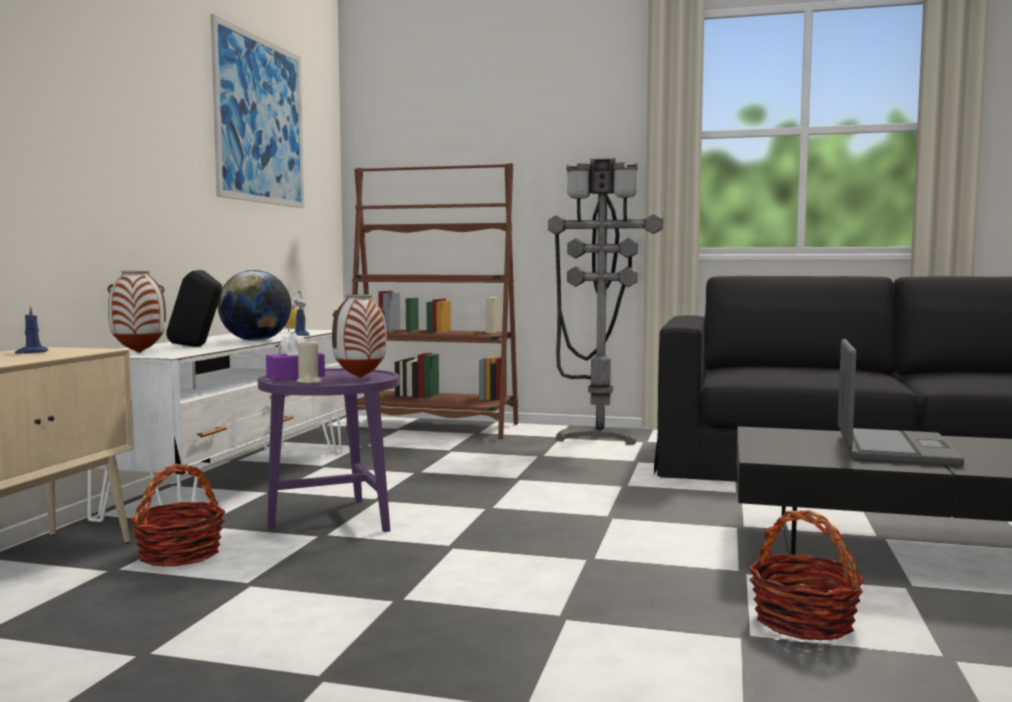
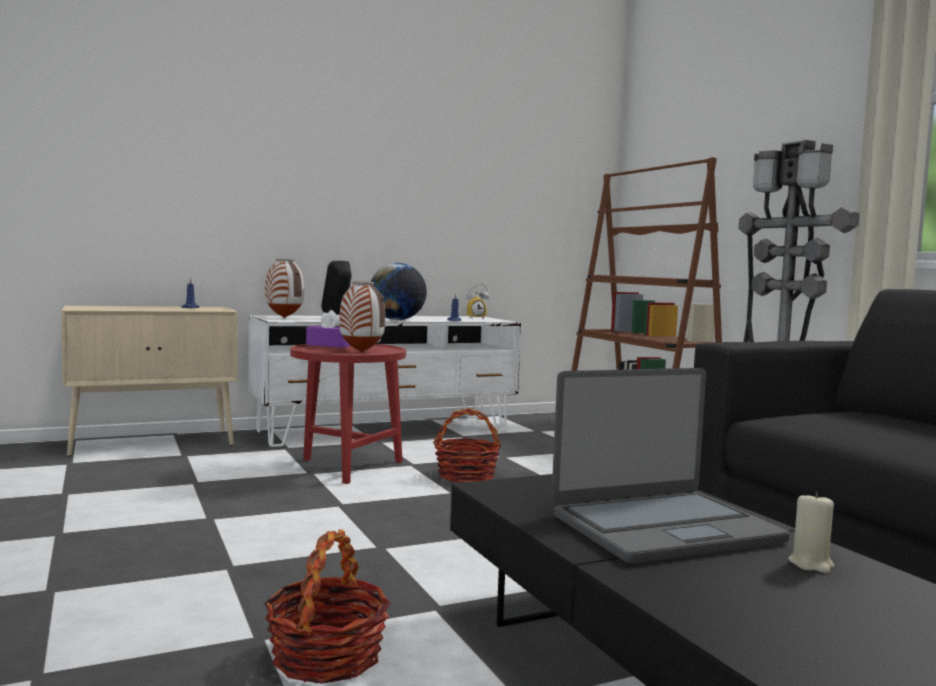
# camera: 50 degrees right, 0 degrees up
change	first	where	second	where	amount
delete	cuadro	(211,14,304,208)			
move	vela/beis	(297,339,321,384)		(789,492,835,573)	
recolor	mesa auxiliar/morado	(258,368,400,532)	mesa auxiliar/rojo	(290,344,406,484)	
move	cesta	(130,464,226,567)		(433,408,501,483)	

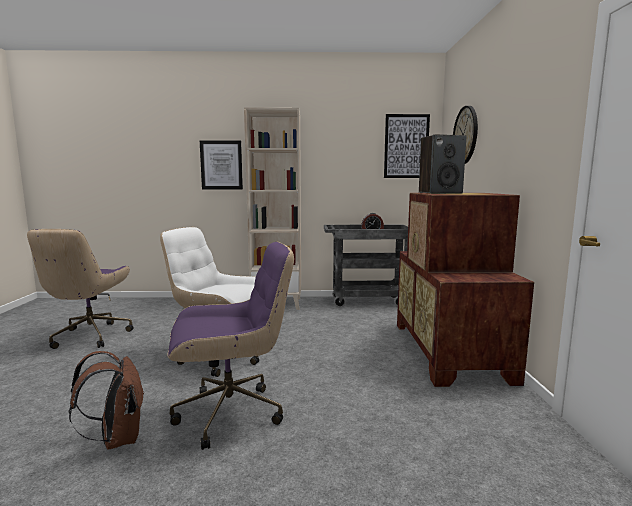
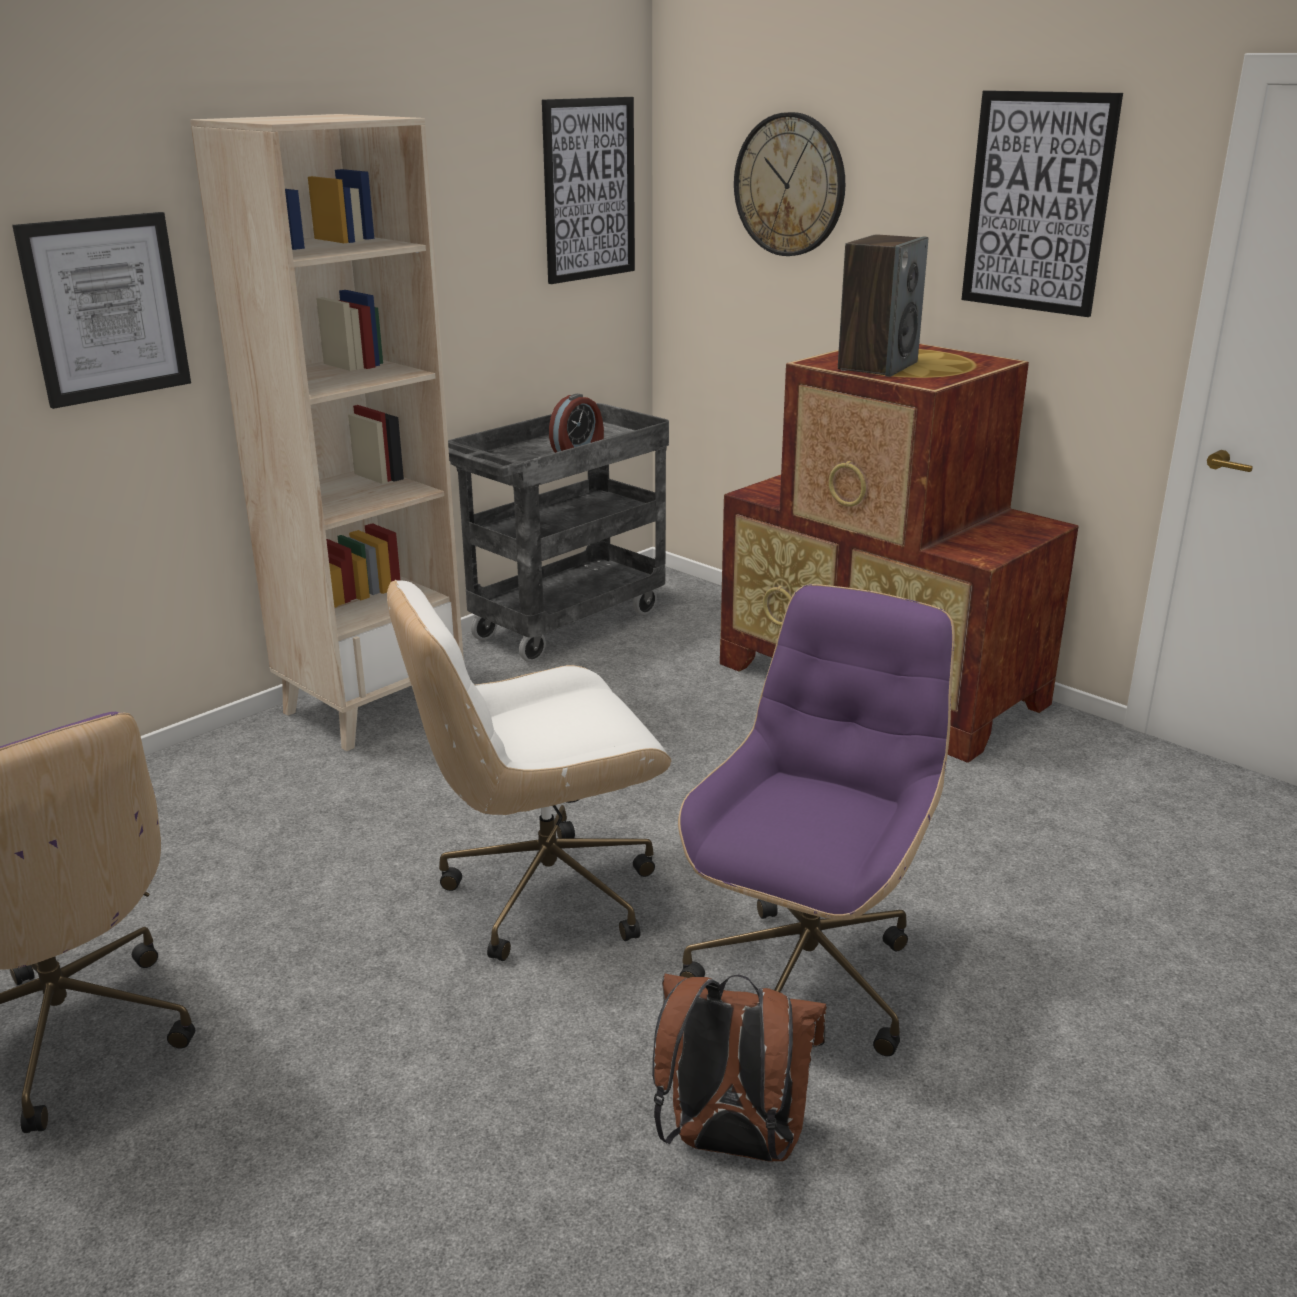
# camera: 45 degrees left, 15 degrees up
change	first	where	second	where	amount
insert			cuadro	(961,90,1123,317)	

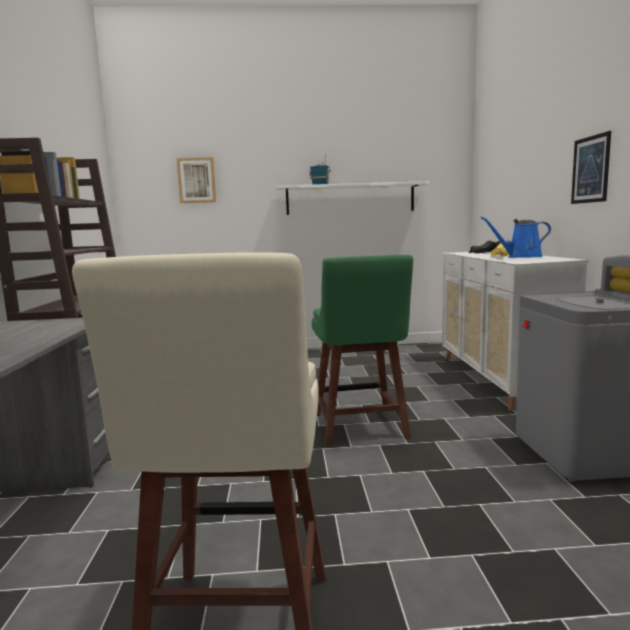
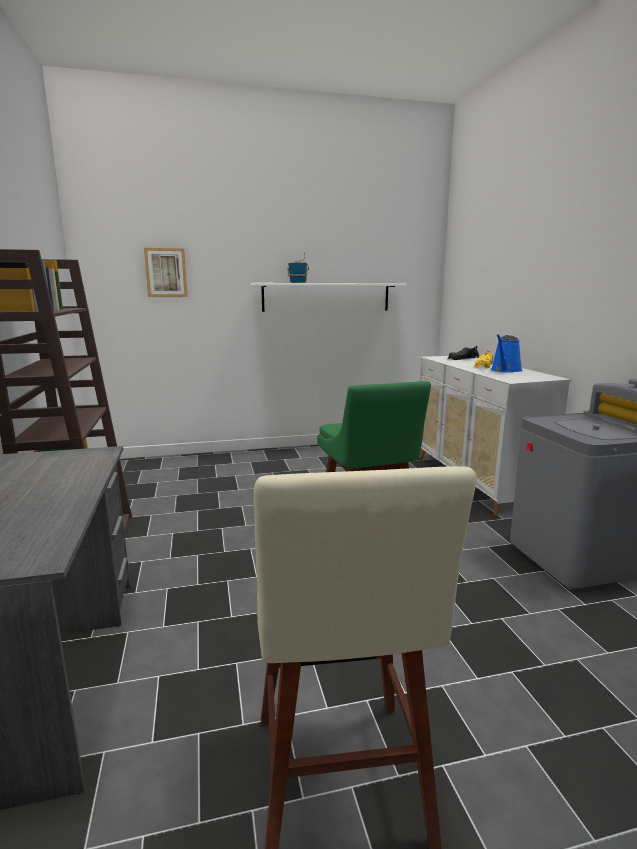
# camera: 10 degrees left, 5 degrees up
change	first	where	second	where	amount
delete	cuadro	(571,131,611,204)			
rotate	regadera/azul	(480,217,551,258)		(491,334,522,373)	45 degrees counterclockwise

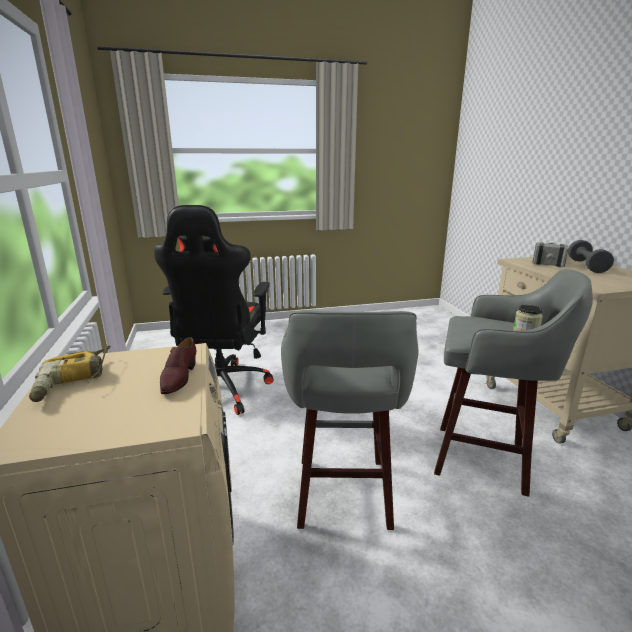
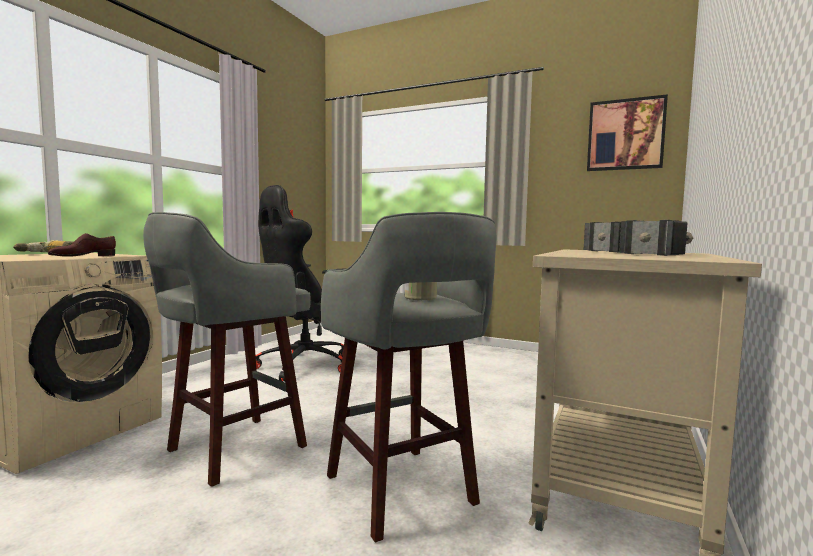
# camera: 40 degrees right, 15 degrees down
change	first	where	second	where	amount
replace	mancuerna/gris	(568,240,614,273)	martillo	(619,220,693,256)	
insert			cuadro	(587,94,668,171)	

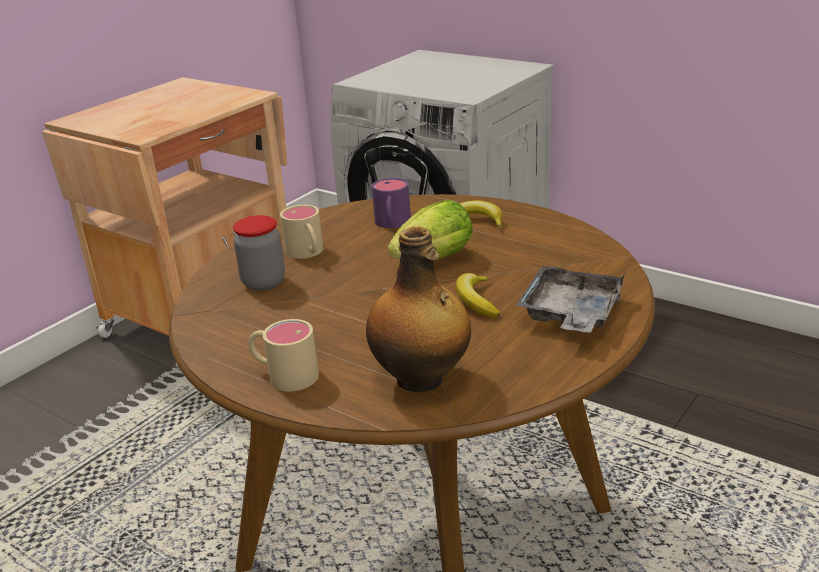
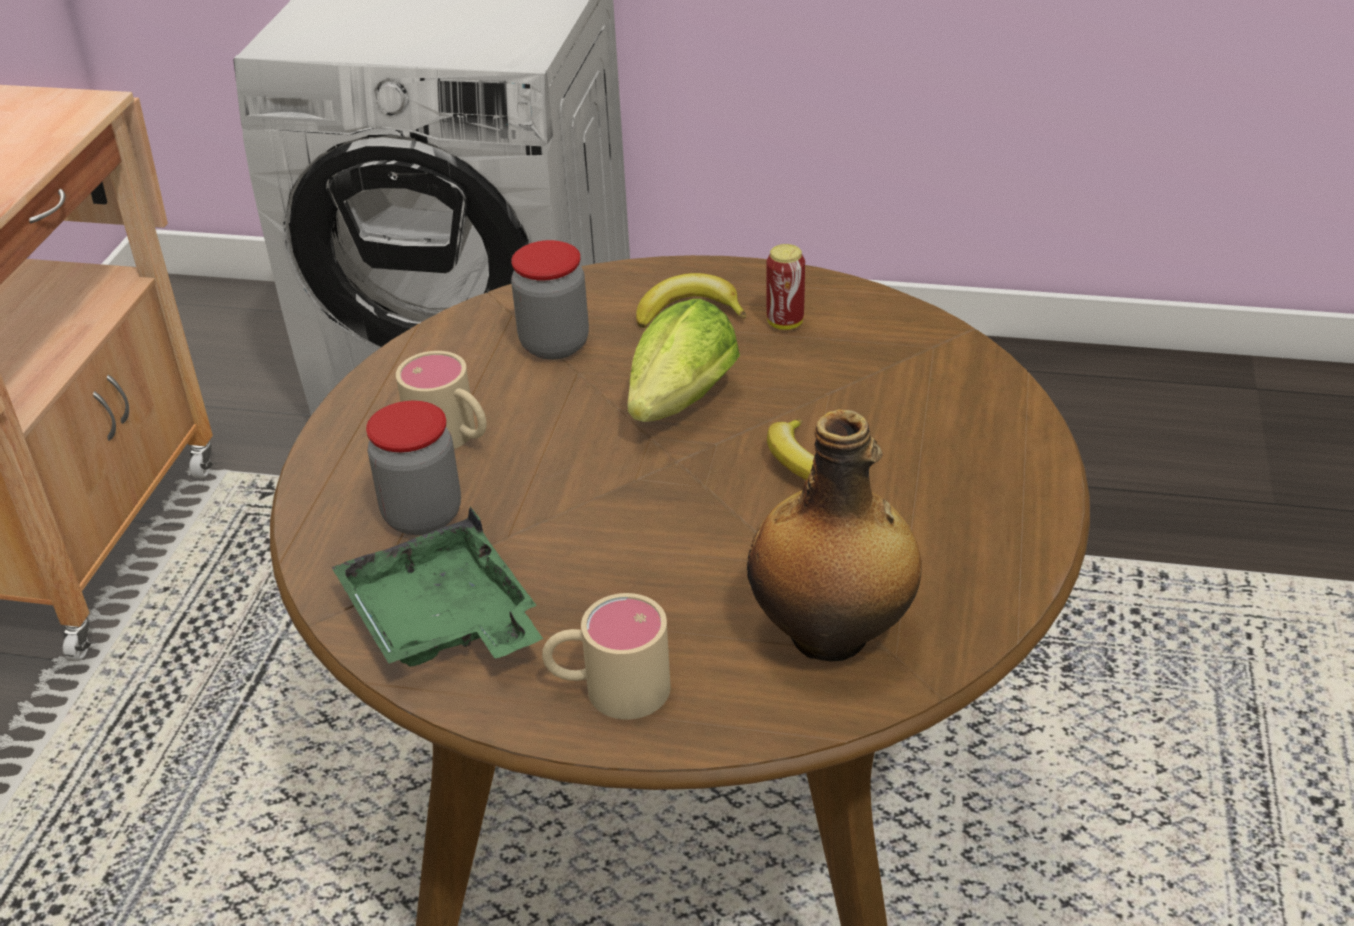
# camera: 25 degrees left, 10 degrees up
change	first	where	second	where	amount
replace	taza grande/morado	(372,178,411,228)	tarro	(511,240,589,360)	
delete	bandeja/gris	(516,266,625,333)			
insert			lata	(766,244,805,330)	
insert			bandeja/verde	(331,506,543,667)	

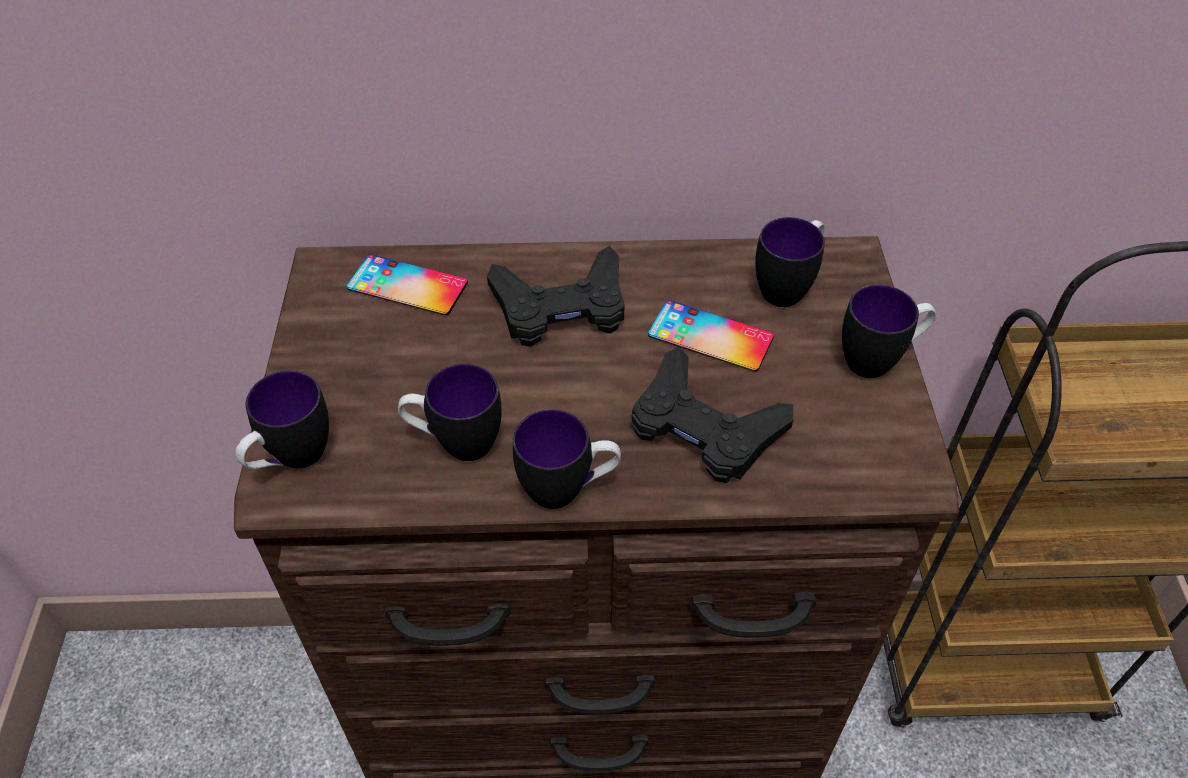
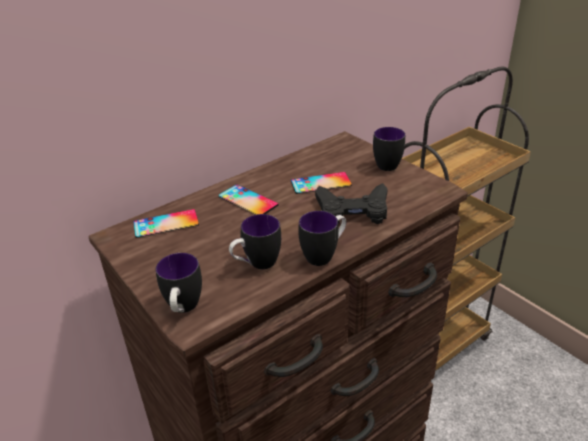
# camera: 35 degrees left, 15 degrees down
change	first	where	second	where	amount
delete	taza grande	(755,217,825,307)			
replace	mando de consola/negro	(487,246,625,346)	móvil	(218,184,279,215)	

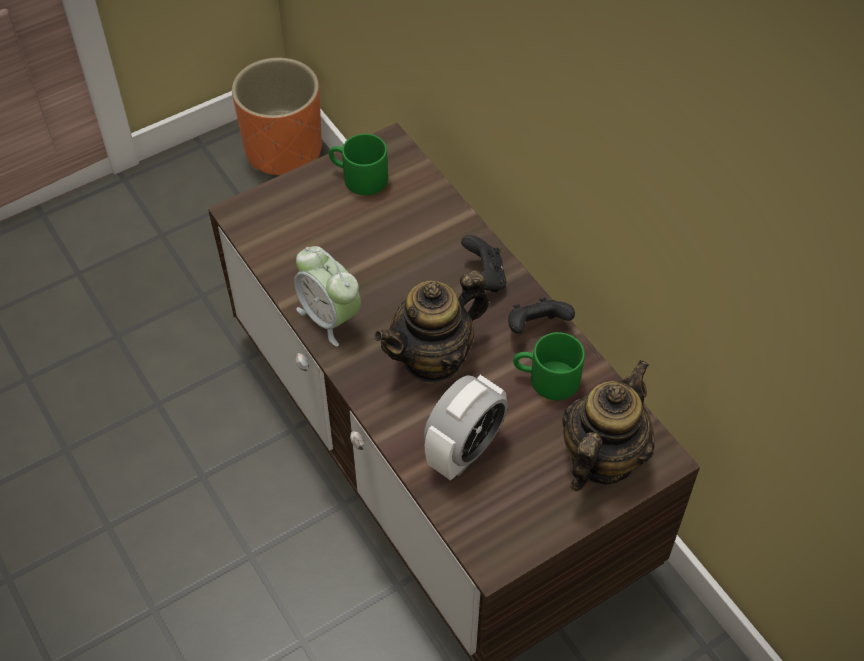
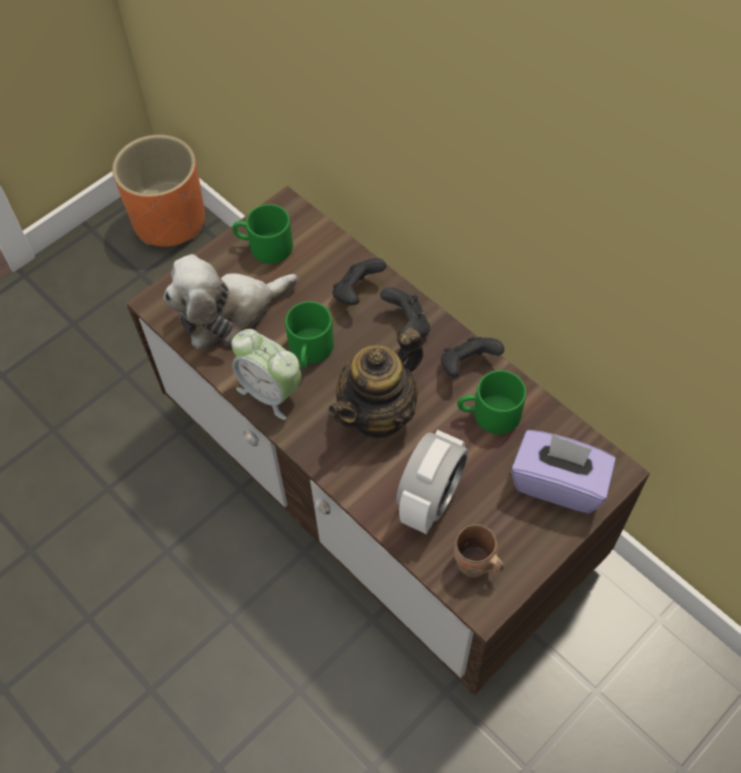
# camera: 10 degrees left, 5 degrees up
change	first	where	second	where	amount
replace	tetera	(562,360,655,491)	caja de pañuelos/morado	(511,430,616,513)	
insert			peluche	(164,254,298,350)	
insert			mando de consola/negro	(332,258,386,305)	
insert			taza grande/verde	(285,301,334,369)	
insert			taza grande/marrón	(454,524,504,577)	

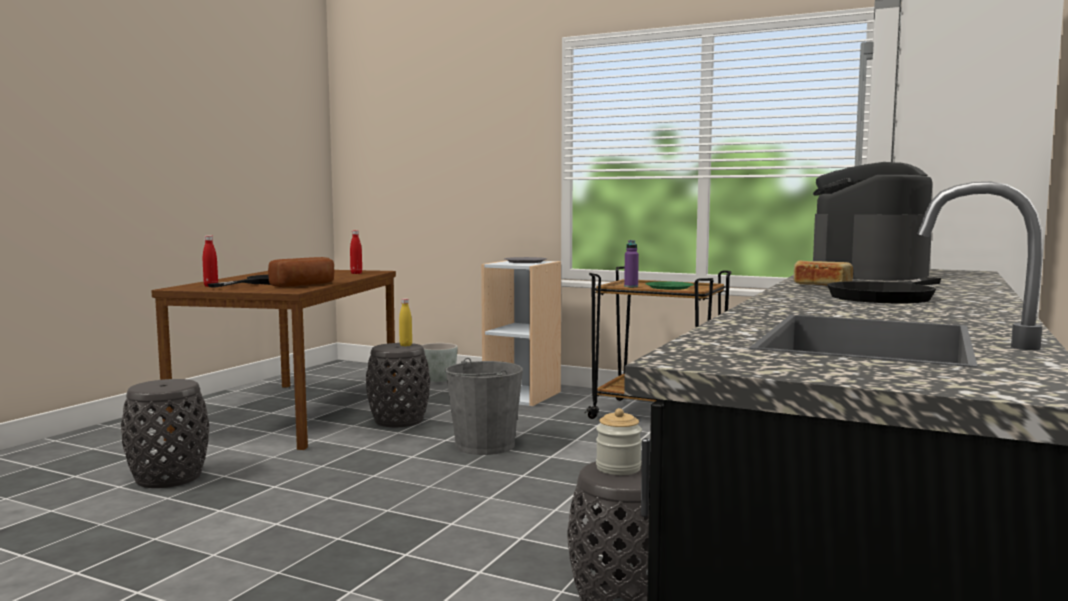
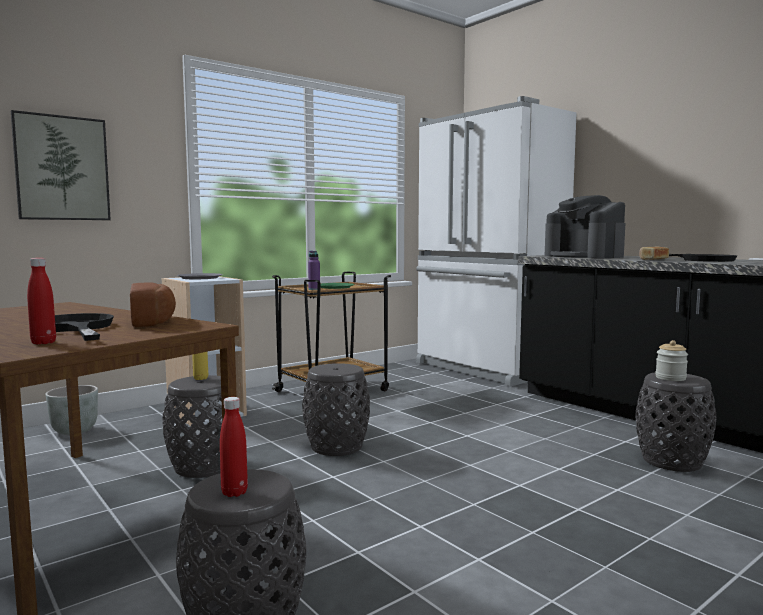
# camera: 65 degrees left, 0 degrees up
change	first	where	second	where	amount
move	botella/rojo	(350,230,362,274)		(220,397,248,497)	
replace	cubo/gris	(445,358,523,455)	taburete/gris	(302,363,370,456)	
insert			cuadro	(11,110,111,220)	

